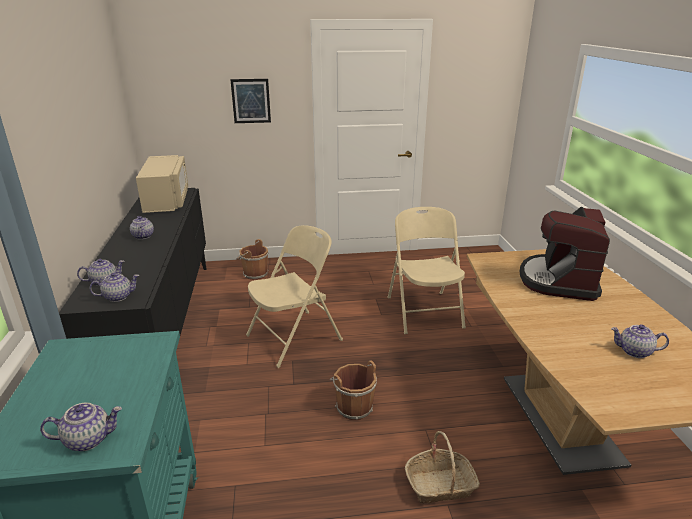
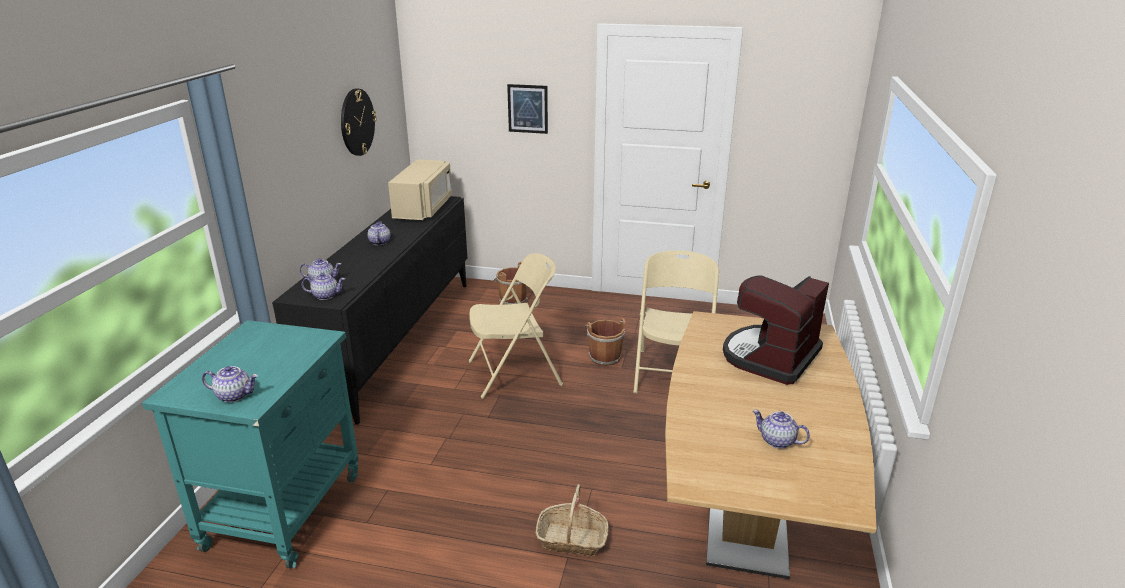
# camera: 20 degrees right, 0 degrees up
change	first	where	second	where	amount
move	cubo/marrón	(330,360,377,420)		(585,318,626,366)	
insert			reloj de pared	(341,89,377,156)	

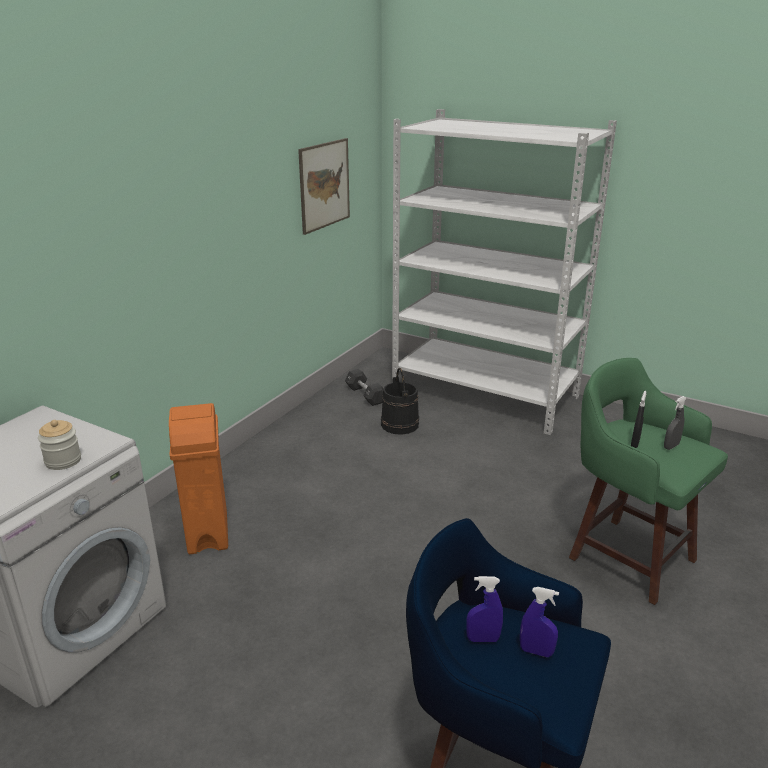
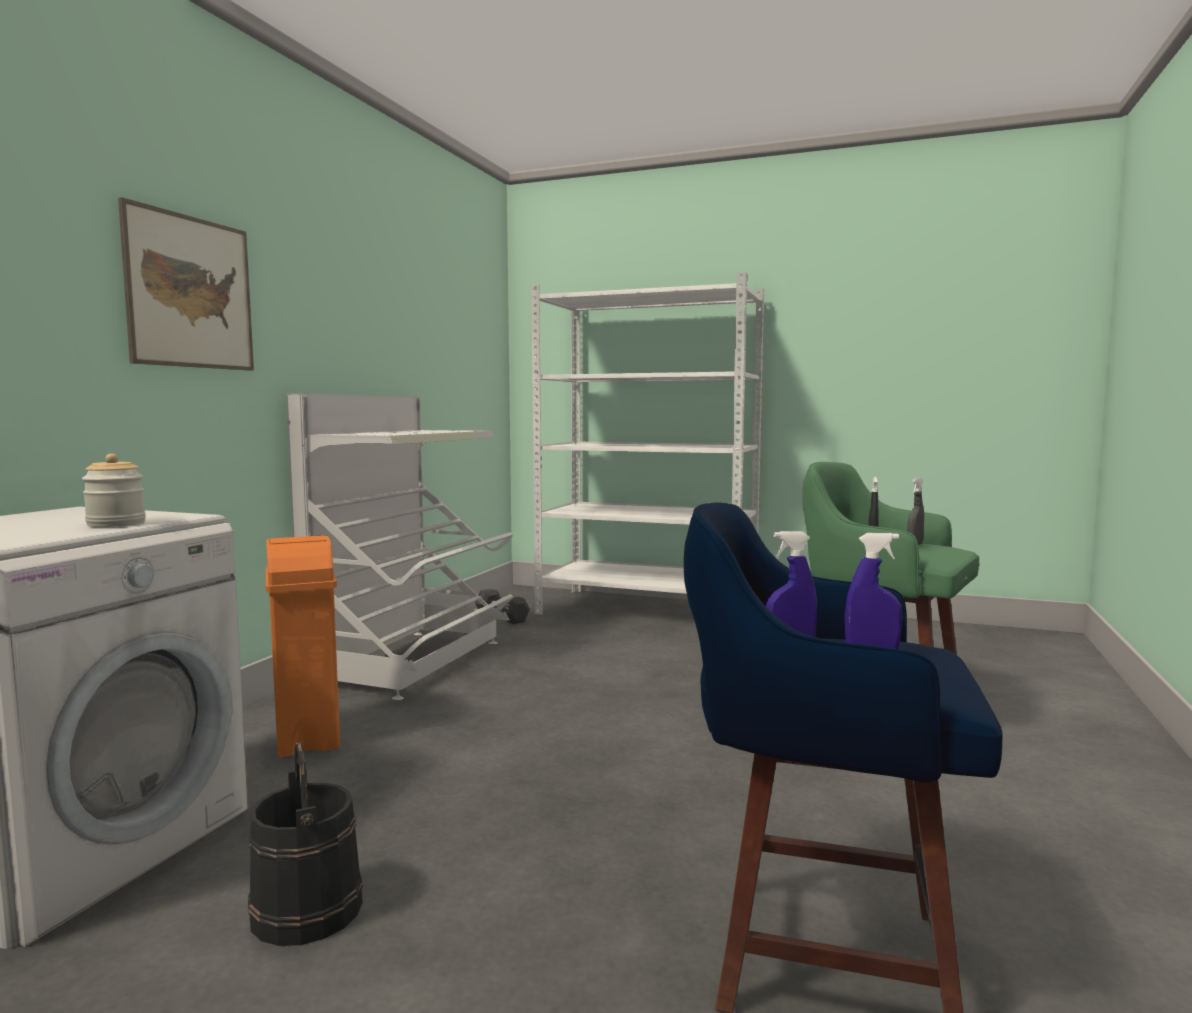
# camera: 10 degrees left, 20 degrees down
change	first	where	second	where	amount
move	cuadro	(298,138,350,235)		(118,197,254,371)	
move	cubo/negro	(381,368,419,435)		(248,741,363,946)	
insert			zapatero/blanco	(286,394,513,700)	

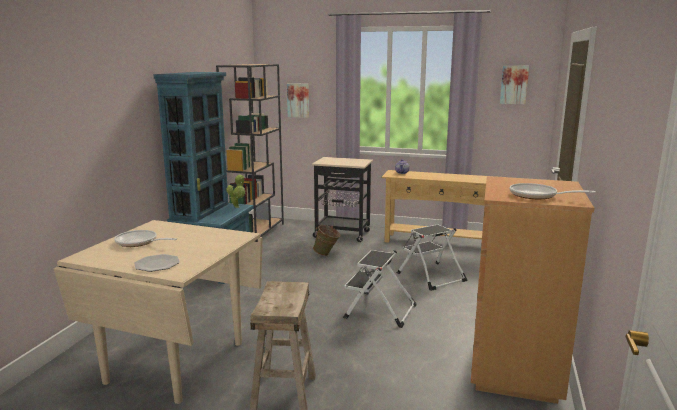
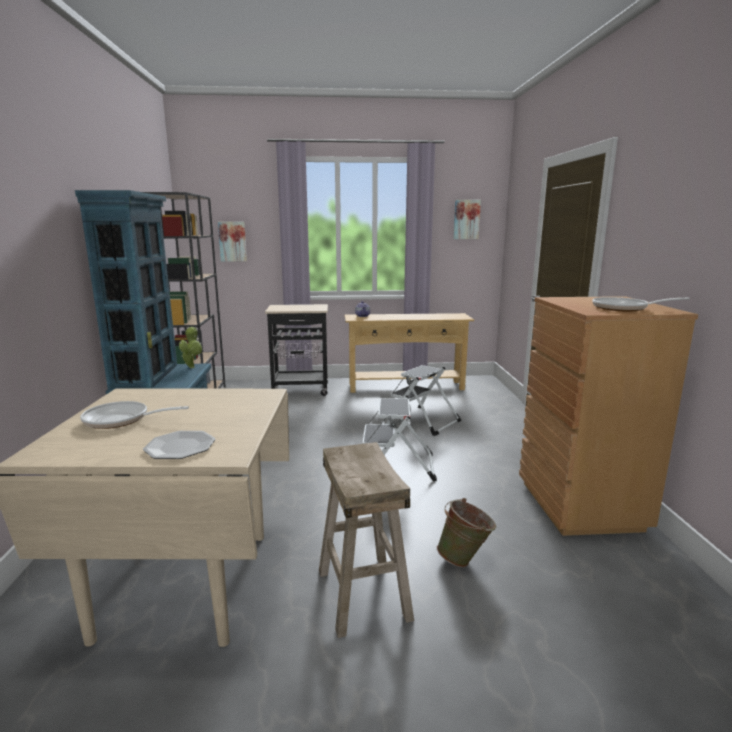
# camera: 20 degrees left, 0 degrees up
change	first	where	second	where	amount
move	cubo/verde	(313,225,341,256)		(437,498,496,567)	

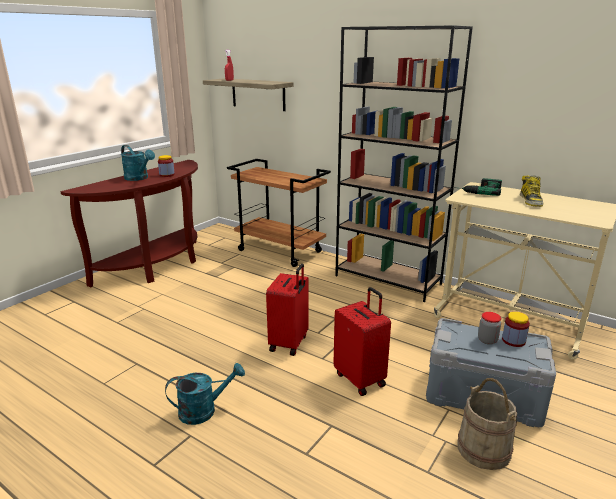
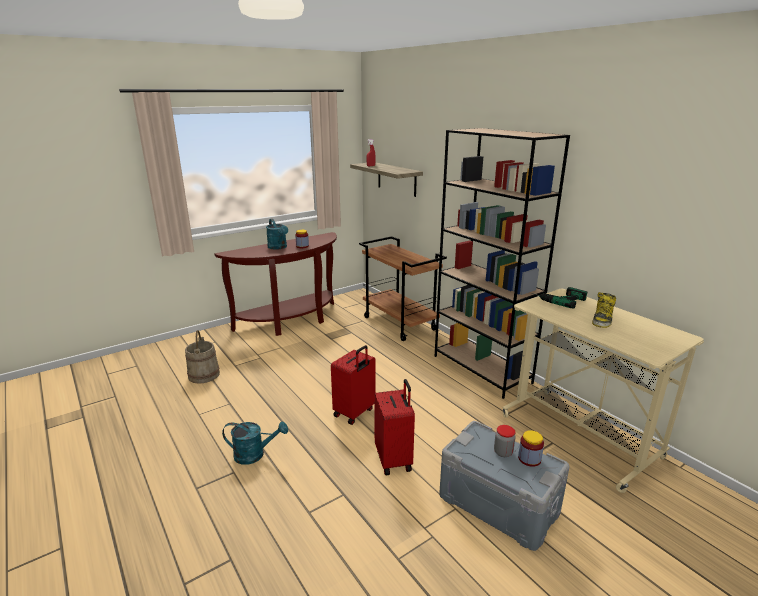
# camera: 20 degrees right, 0 degrees up
change	first	where	second	where	amount
move	cubo/beis	(457,378,517,470)		(185,330,220,384)	

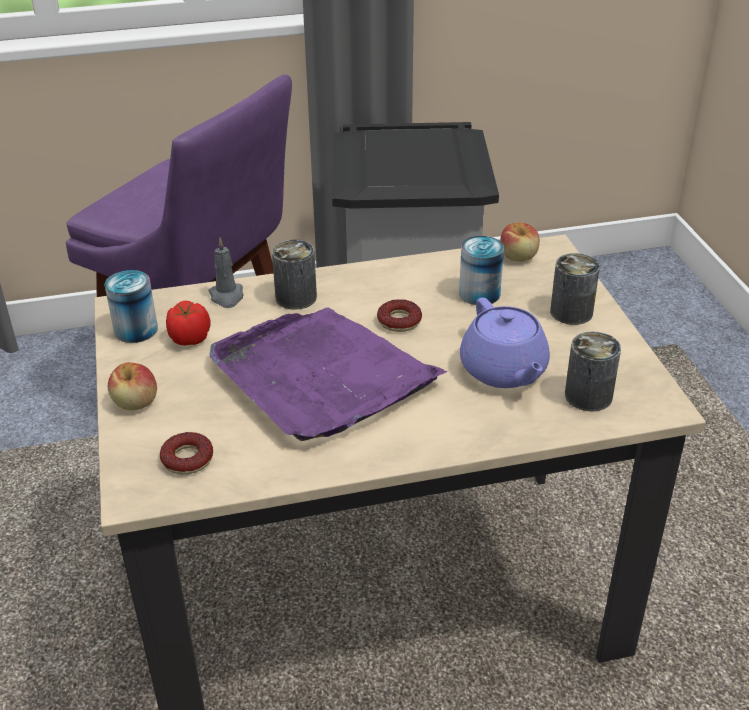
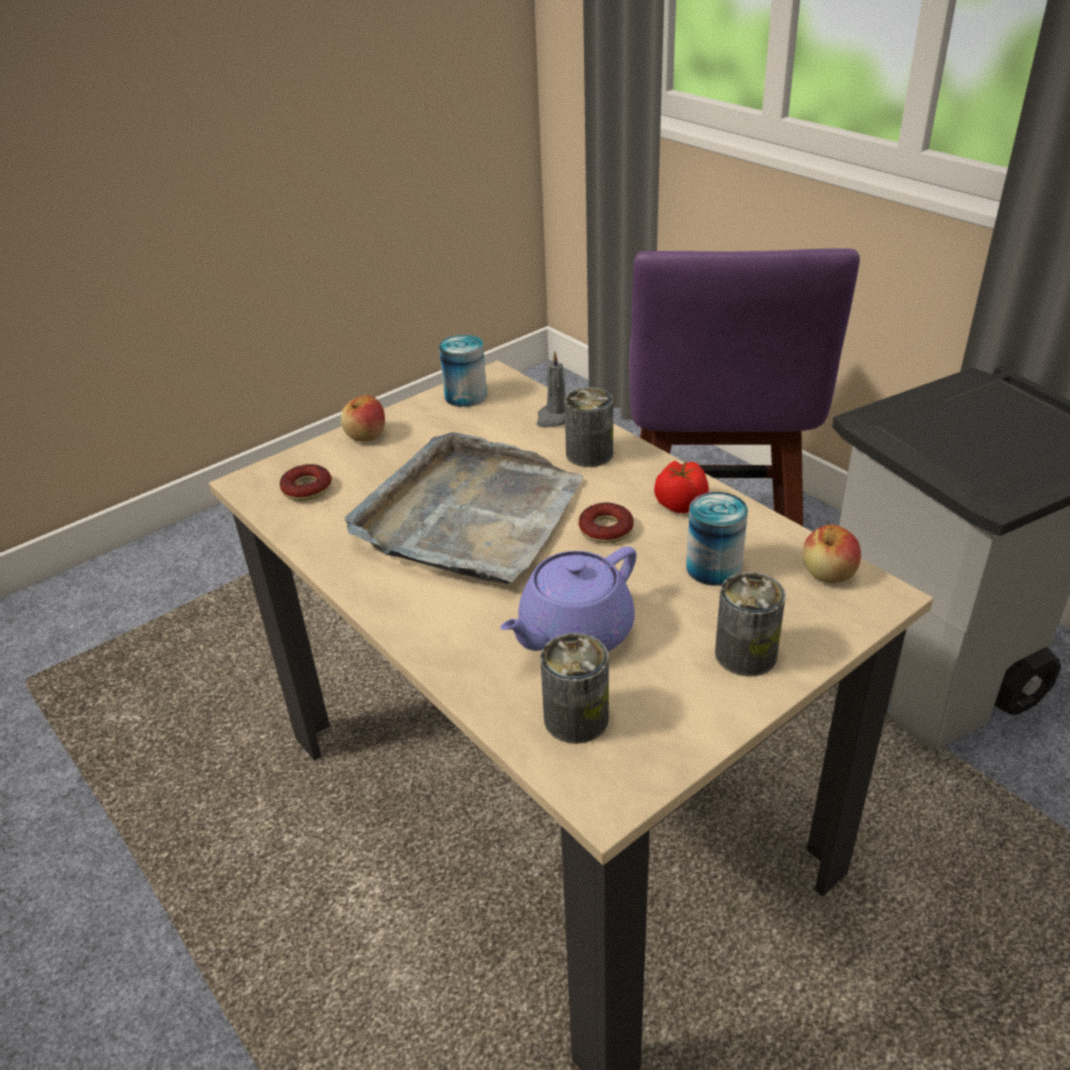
# camera: 65 degrees right, 0 degrees up
change	first	where	second	where	amount
move	tomate	(166,301,210,346)		(654,461,709,513)	
recolor	bandeja/morado	(209,307,448,441)	bandeja/gris	(345,432,583,584)	

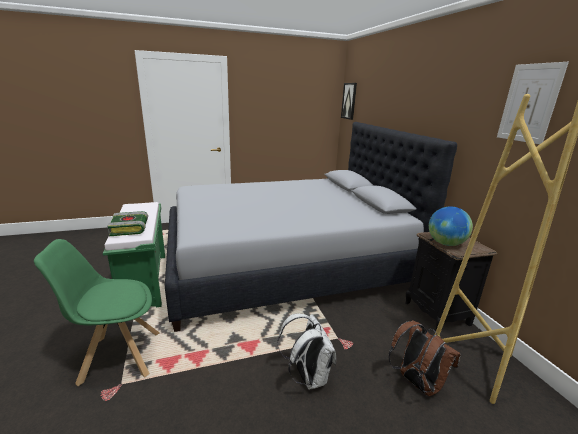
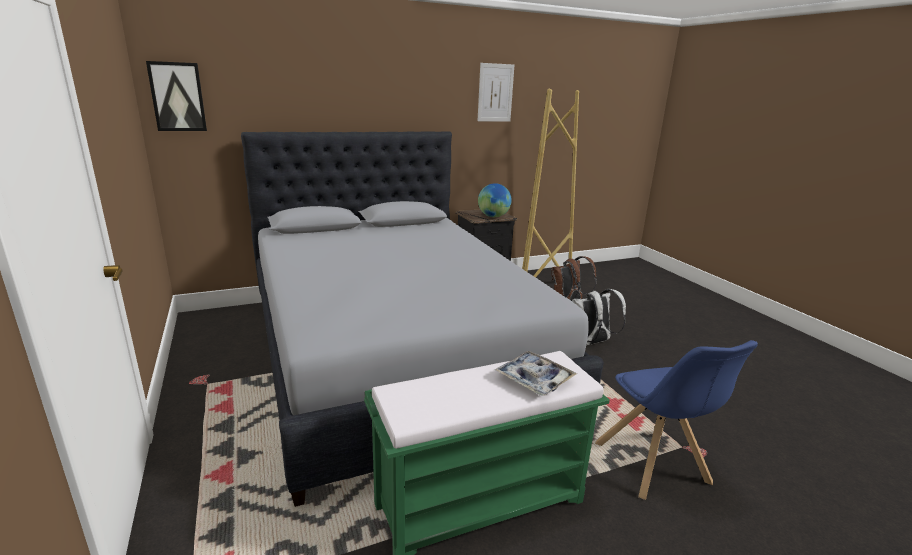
# camera: 95 degrees left, 0 degrees up
change	first	where	second	where	amount
replace	libro	(107,211,148,236)	bandeja	(495,351,577,396)	
recolor	silla/verde	(34,239,160,386)	silla/azul	(595,340,758,500)	

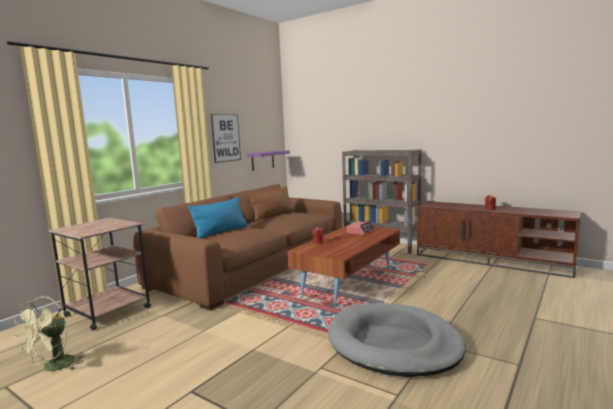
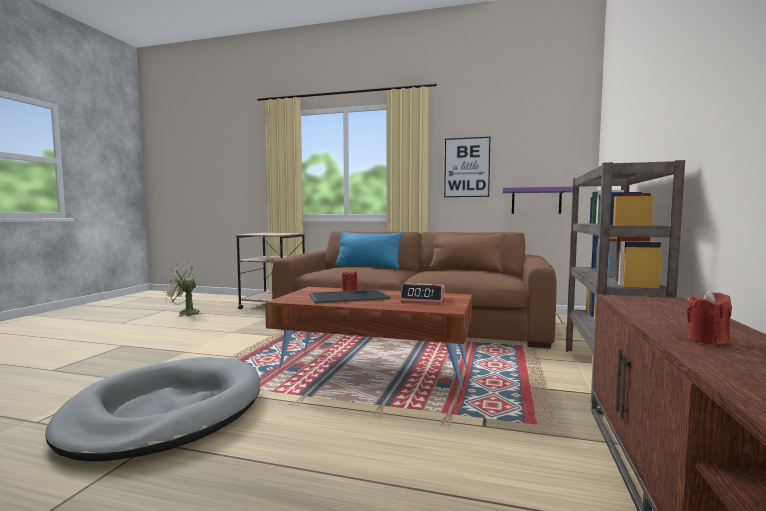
# camera: 70 degrees right, 5 degrees down
change	first	where	second	where	amount
insert			bandeja	(309,289,390,304)	

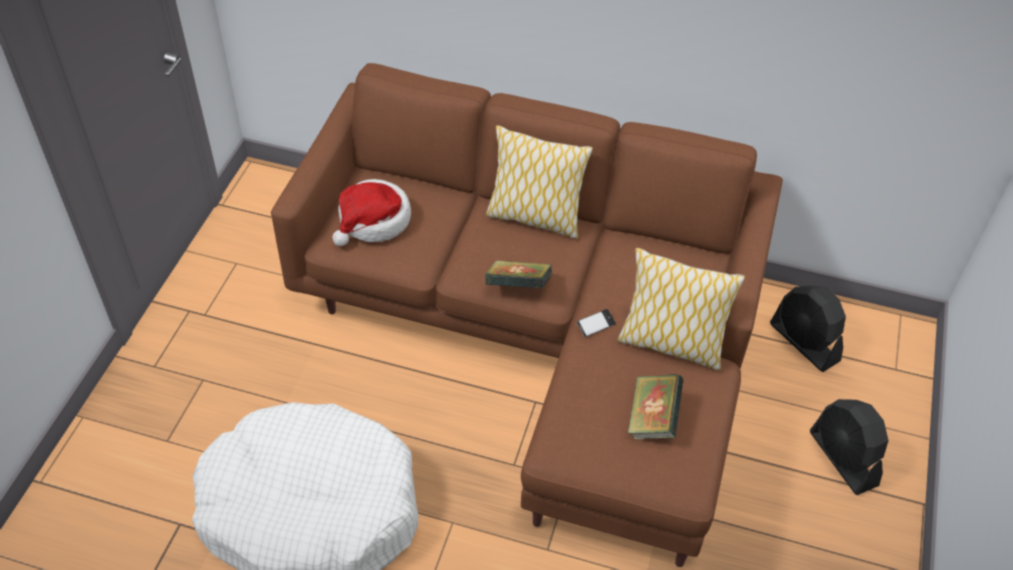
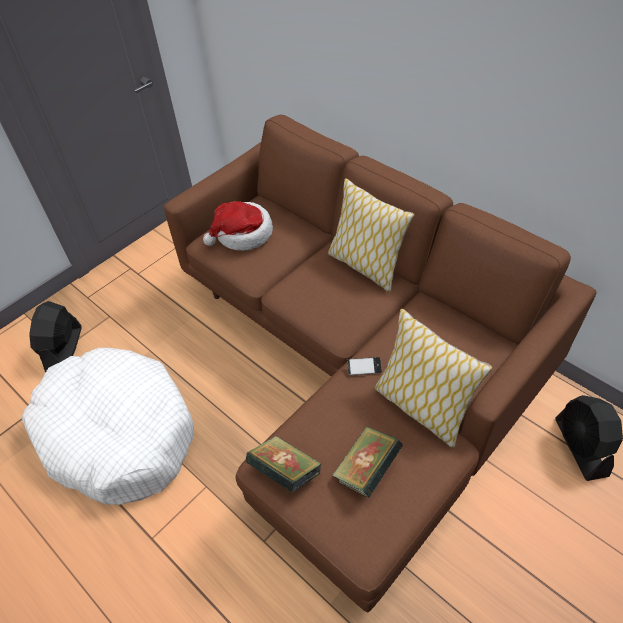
# camera: 30 degrees right, 0 degrees up
change	first	where	second	where	amount
move	libro	(485,260,552,289)		(245,436,322,493)	
move	ventilador/negro	(810,399,888,495)		(29,301,81,373)	

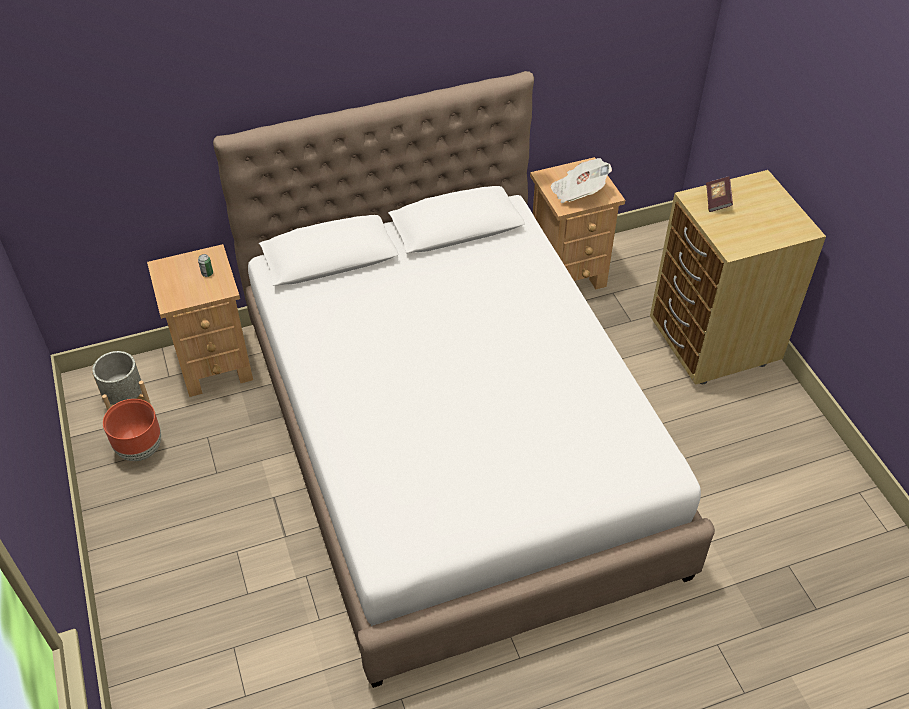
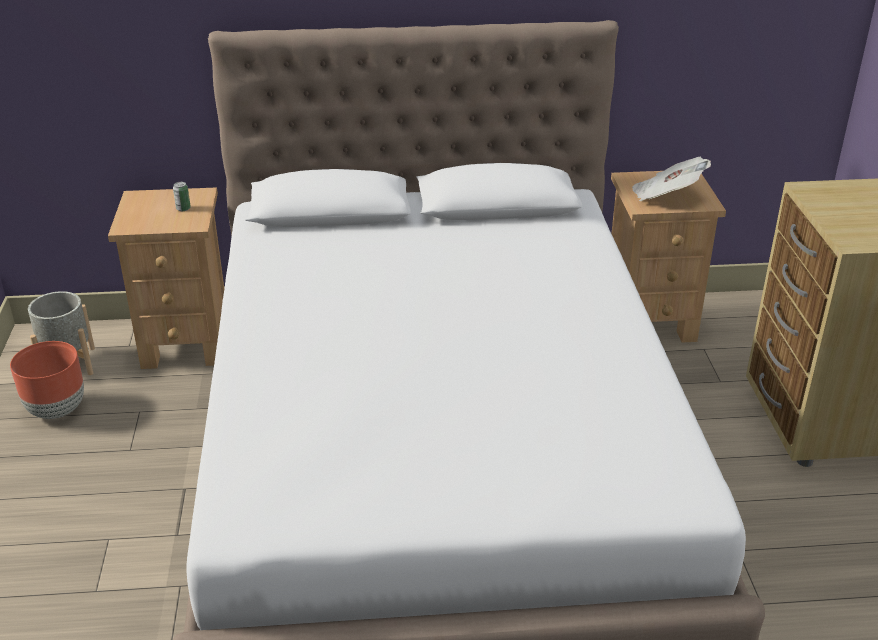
# camera: 15 degrees right, 15 degrees down
change	first	where	second	where	amount
delete	libro	(706,176,733,212)			

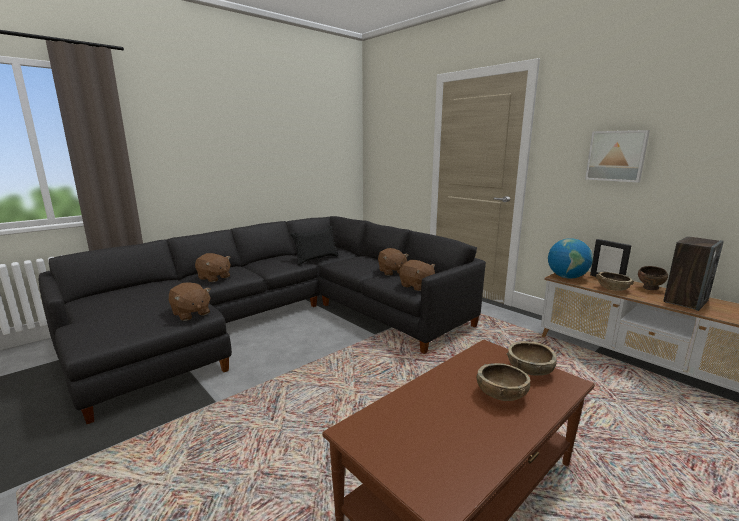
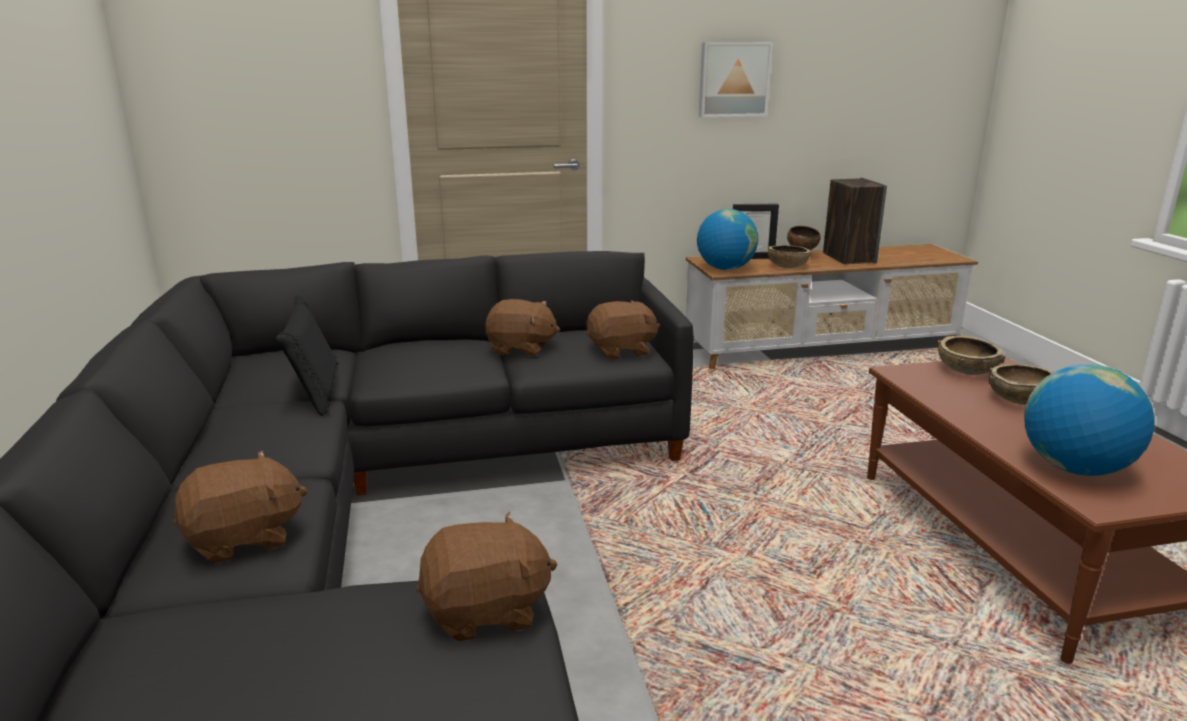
# camera: 60 degrees left, 5 degrees up
change	first	where	second	where	amount
insert			globo terráqueo	(1024,364,1155,476)	

